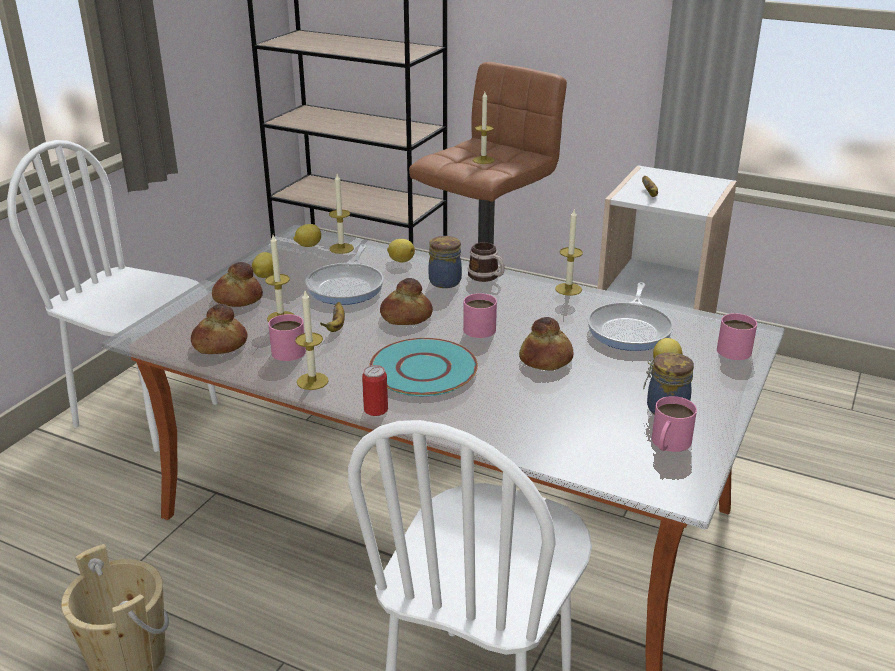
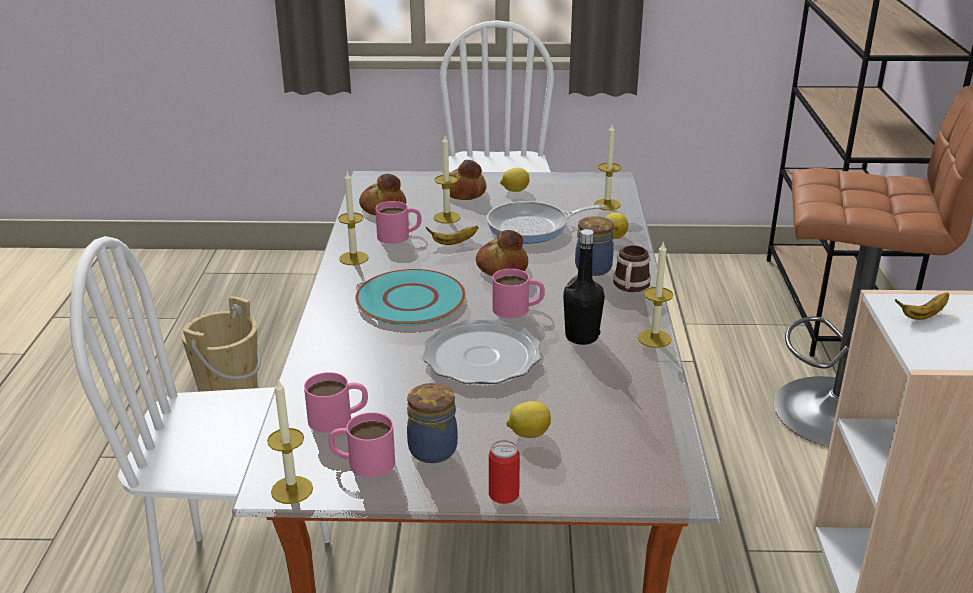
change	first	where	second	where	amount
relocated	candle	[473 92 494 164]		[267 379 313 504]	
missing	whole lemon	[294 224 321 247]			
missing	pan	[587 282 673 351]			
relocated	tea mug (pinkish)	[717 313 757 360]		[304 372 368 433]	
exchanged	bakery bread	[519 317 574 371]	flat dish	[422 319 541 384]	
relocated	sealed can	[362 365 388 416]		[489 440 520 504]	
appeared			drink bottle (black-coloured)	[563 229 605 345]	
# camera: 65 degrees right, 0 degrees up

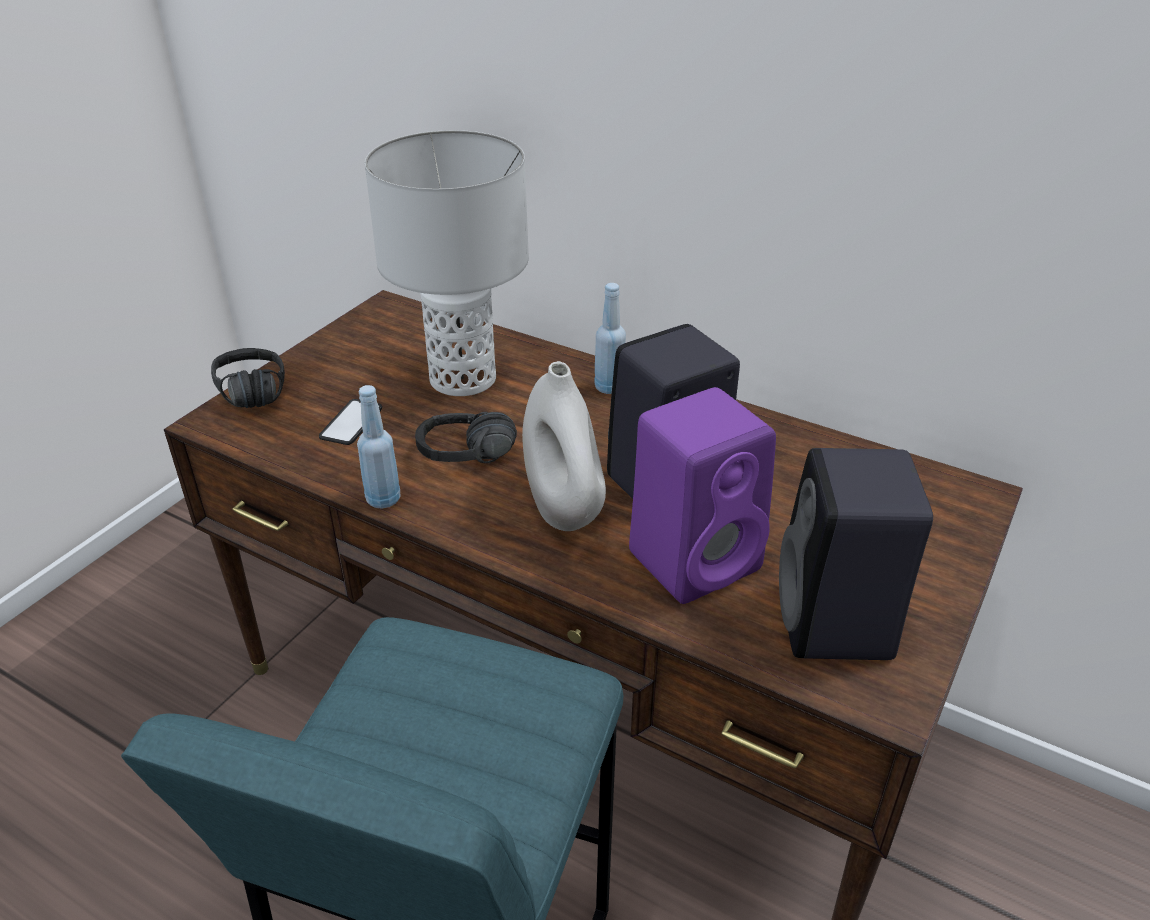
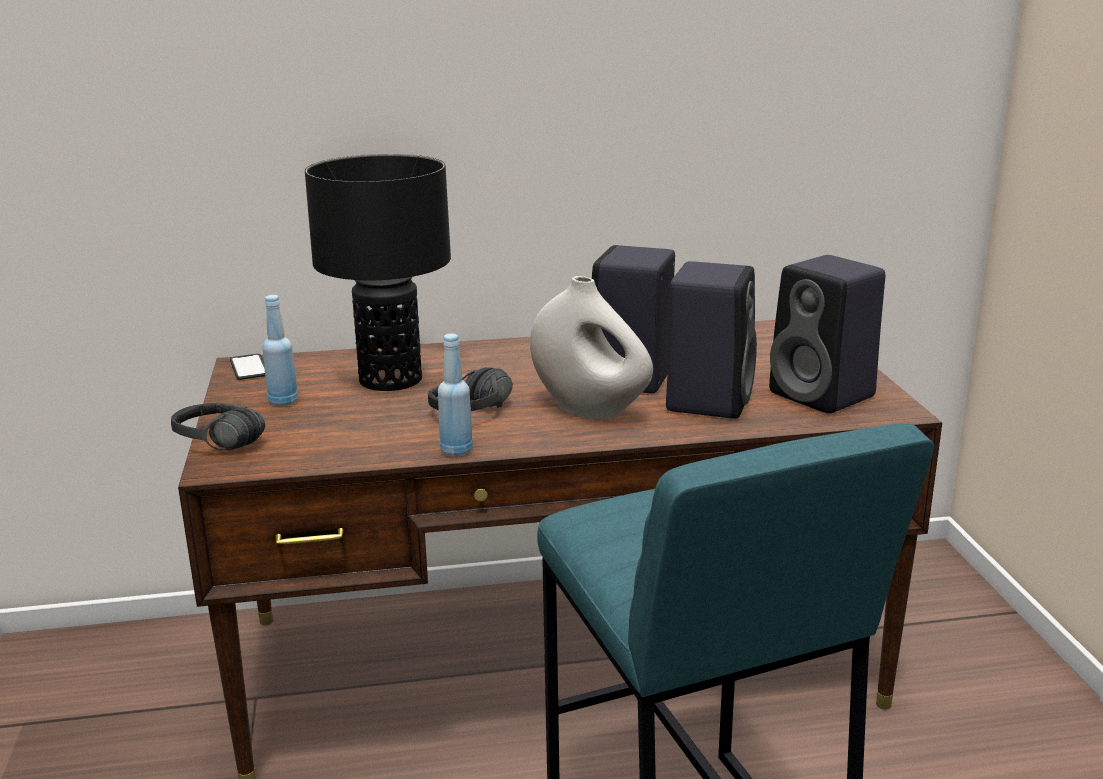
change	first	where	second	where	amount
colour	lamp for a table (white-coloured)	[365 130 529 396]	lamp for a table (black-coloured)	[305 154 451 391]	
relocated	drink bottle (blue-coloured)	[594 283 626 394]		[262 295 298 406]	
colour	speaker (purple-coloured)	[629 387 776 604]	speaker (black-coloured)	[666 261 757 419]	
relocated	phone	[319 399 382 445]		[230 354 265 380]	
# camera: 40 degrees left, 15 degrees down

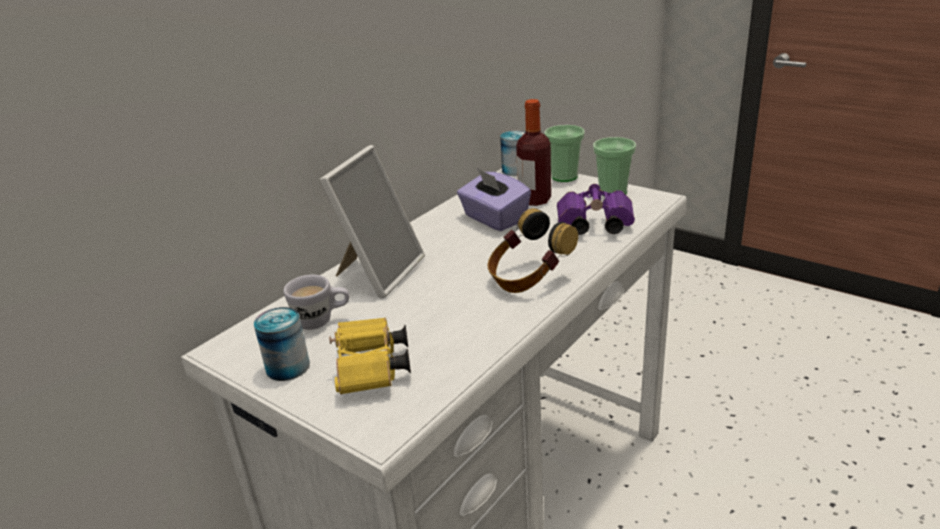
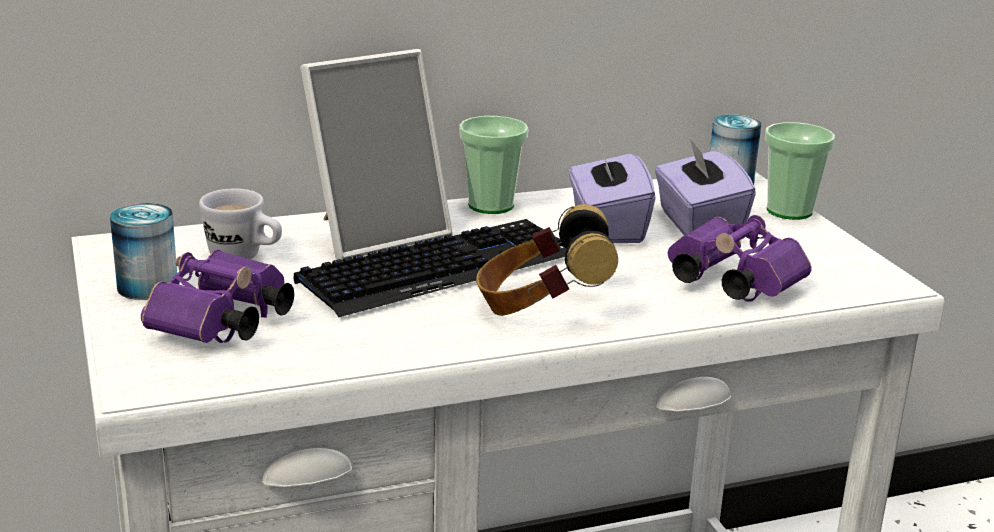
change	first	where	second	where	amount
exchanged	drink bottle	[516 99 551 206]	tissue box (purple-coloured)	[655 136 756 236]	
relocated	drinking cup	[593 137 636 196]		[459 116 529 214]	
colour	binoculars (yellow)	[329 317 411 395]	binoculars (purple-coloured)	[141 250 294 343]	
appeared			computer keyboard	[294 219 567 317]	
# camera: 30 degrees right, 5 degrees down

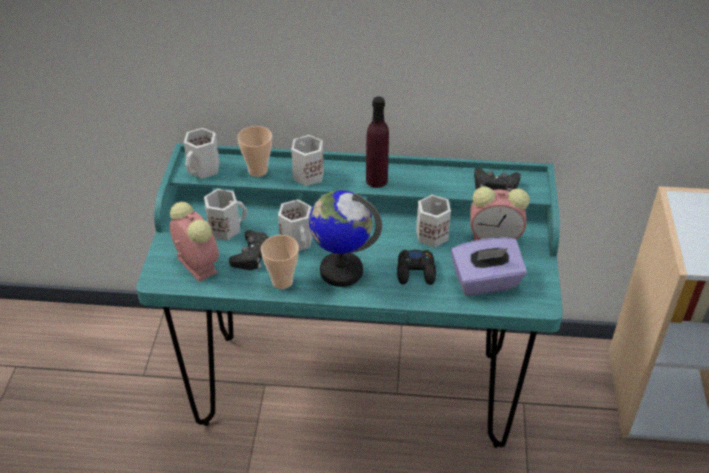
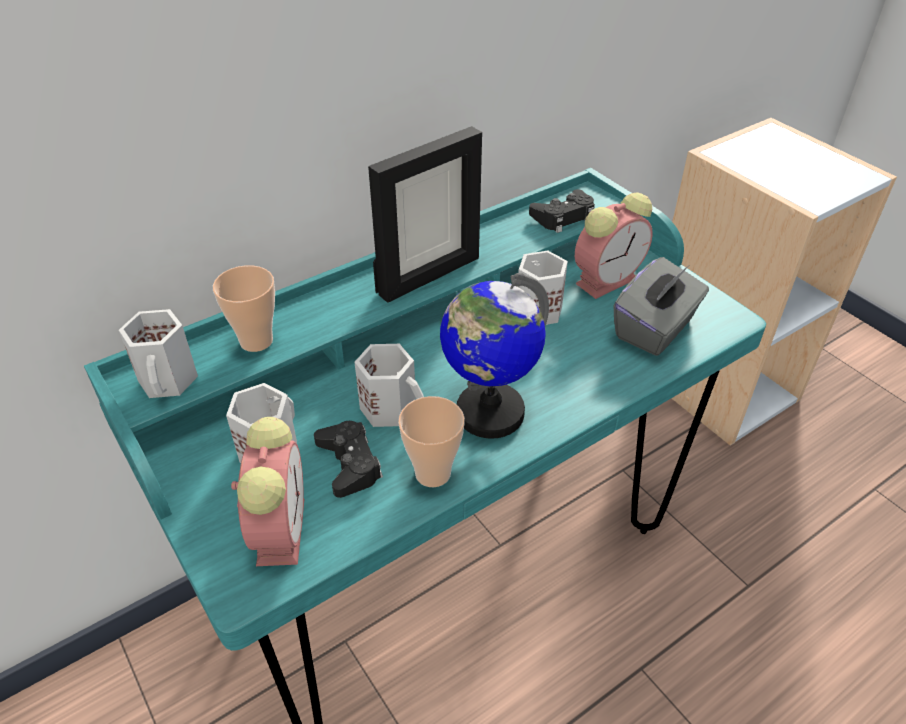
change	first	where	second	where	amount
exchanged	drink bottle (purple-coloured)	[366 96 389 188]	standing frame	[368 126 482 303]	
missing	tea mug (white-coloured)	[291 135 324 186]			
spun	table clock	[170 202 219 282]		[231 417 305 566]	75 degrees clockwise
colour	tissue box (purple-coloured)	[451 237 527 296]	tissue box (gray)	[614 257 709 356]	
missing	joypad (black-coloured)	[397 250 436 285]			
# camera: 40 degrees left, 0 degrees up

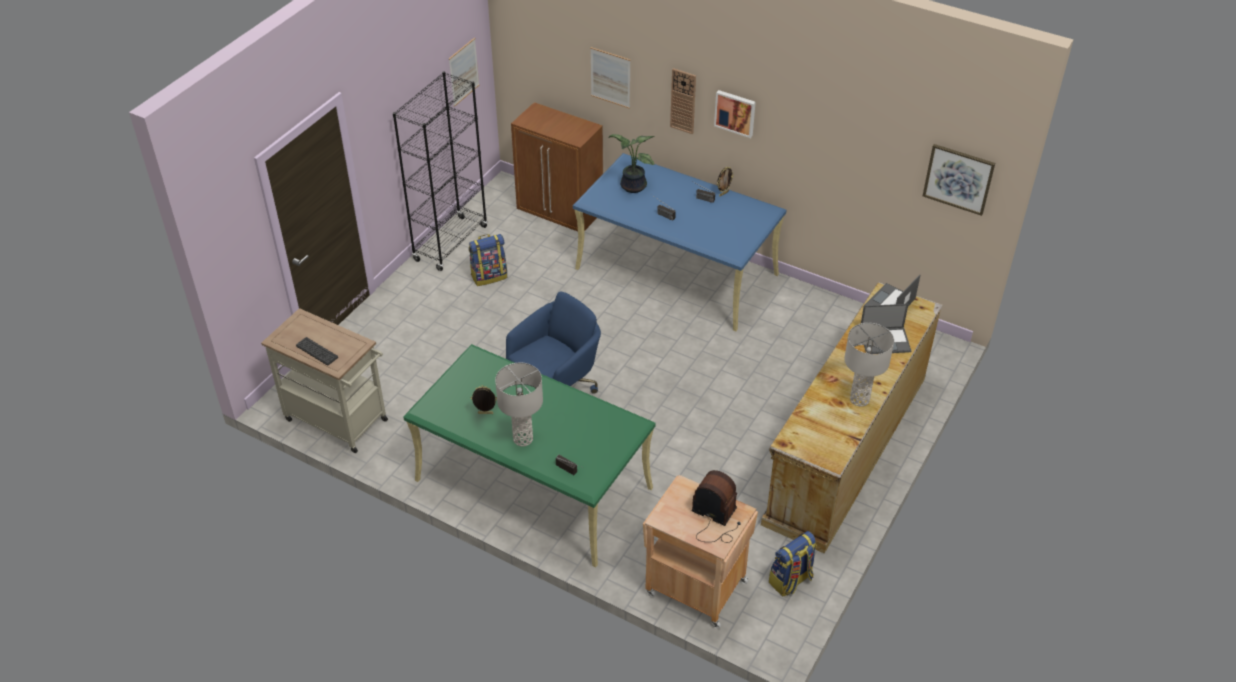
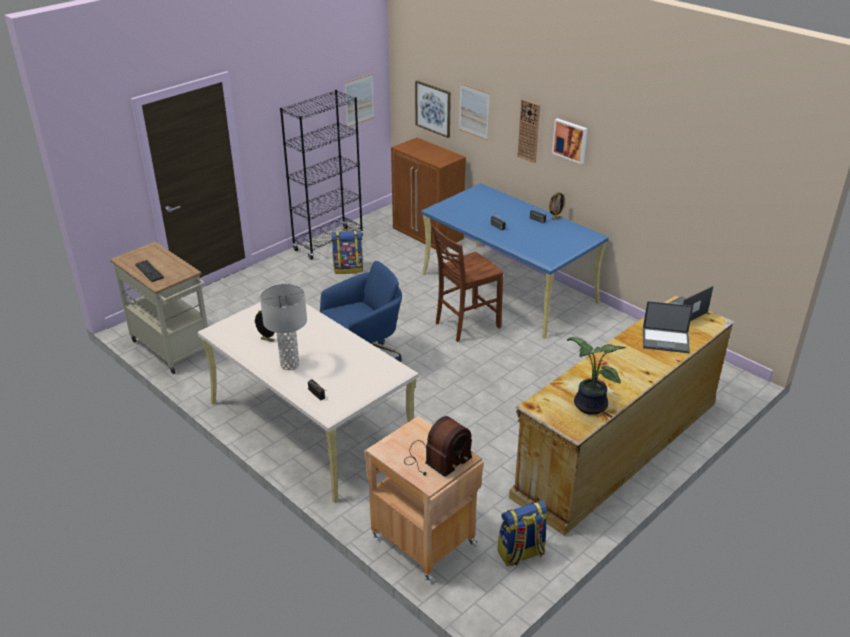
change	first	where	second	where	amount
relocated	houseplant	[608 134 655 193]		[567 337 627 415]	
relocated	picture	[923 144 995 216]		[415 80 451 138]	
missing	lamp for a table (white-coloured)	[844 323 894 406]			
colour	desk (green)	[403 344 656 567]	desk (beige-coloured)	[198 302 418 503]	
spun	radio set	[692 470 741 543]		[404 416 472 477]	90 degrees clockwise
appeared			upright chair (brown-coloured)	[431 224 504 342]	
# camera: 15 degrees right, 10 degrees down

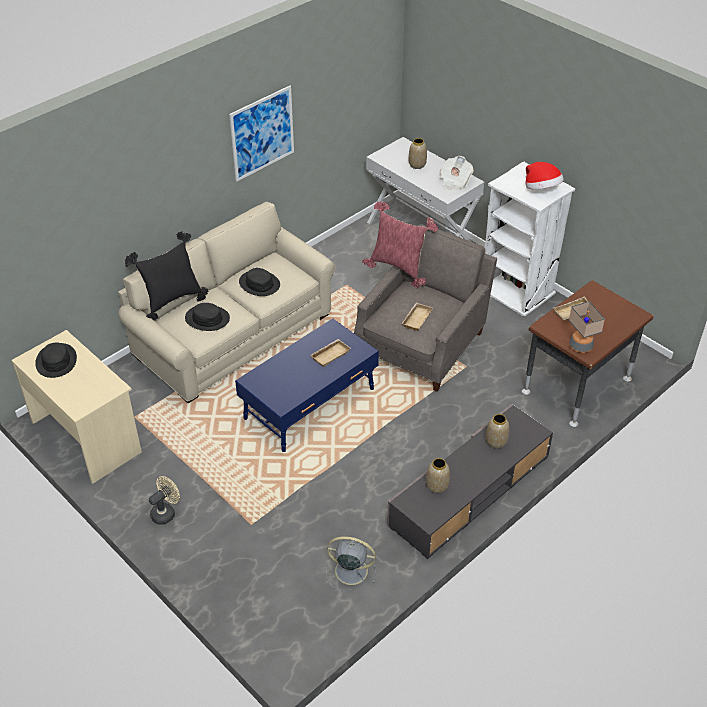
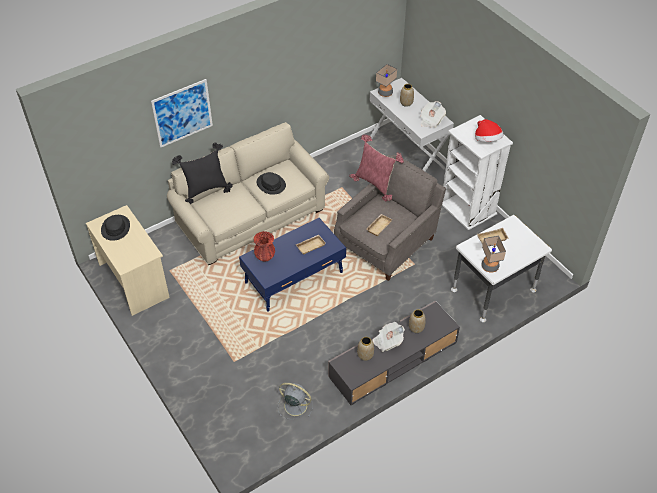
change	first	where	second	where	amount
relocated	picture	[229 86 294 182]		[151 79 213 148]	
colour	desk (brown-coloured)	[522 280 653 427]	desk (white-coloured)	[451 215 552 322]	
missing	hat (black-coloured)	[185 303 230 331]			
missing	fan (beige-coloured)	[149 476 180 525]			
appeared			lamp for a table	[376 64 397 97]	
appeared			vase (red)	[253 231 275 262]	
appeared			printed paper	[372 322 405 352]	
# camera: 10 degrees right, 5 degrees up

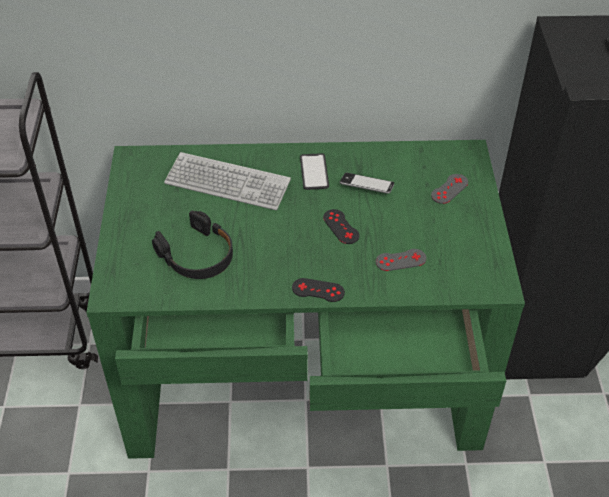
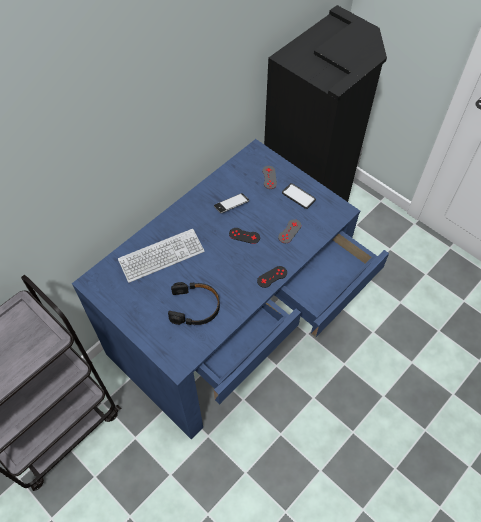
change	first	where	second	where	amount
colour	desk (green)	[86 140 525 459]	desk (blue-coloured)	[72 139 389 440]	
relocated	phone	[300 153 329 190]		[282 183 316 209]	
# camera: 45 degrees left, 10 degrees up

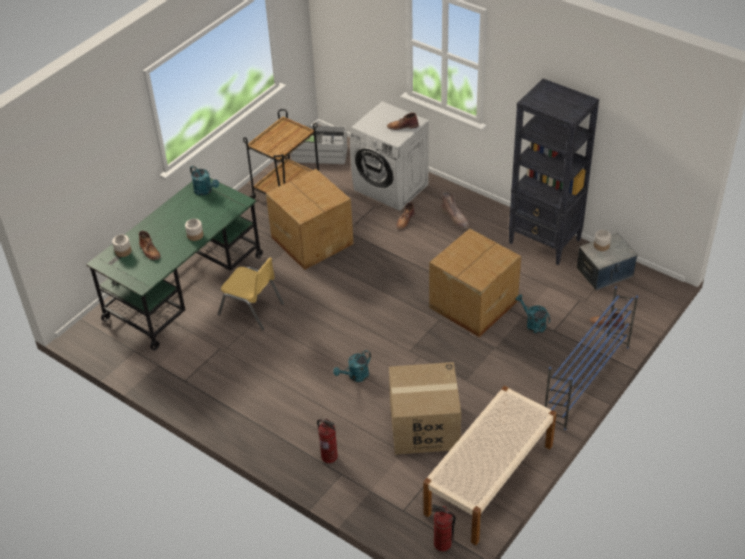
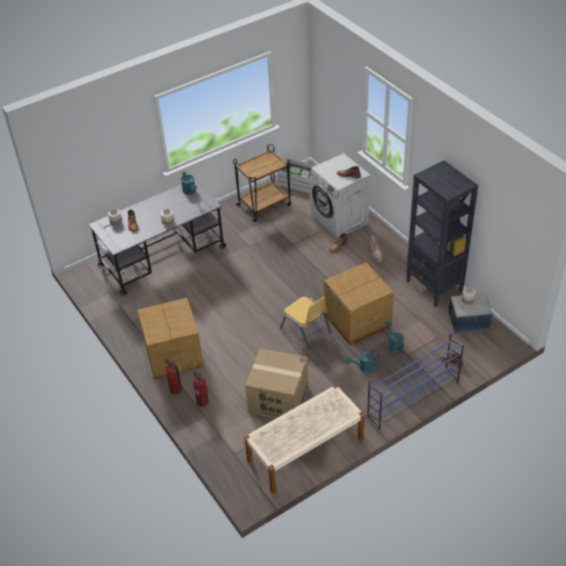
change	first	where	second	where	amount
relocated	carton	[266 169 354 270]		[137 298 204 380]	
colour	desk (green)	[86 178 263 351]	desk (gray)	[88 179 226 296]	
relocated	upright chair (yellow)	[218 258 284 330]		[280 296 331 350]	
relocated	watering pot (turquoise)	[333 350 371 382]		[346 350 379 373]	
relocated	extinguisher	[431 505 456 551]		[164 358 182 394]	
# camera: 20 degrees right, 0 degrees up

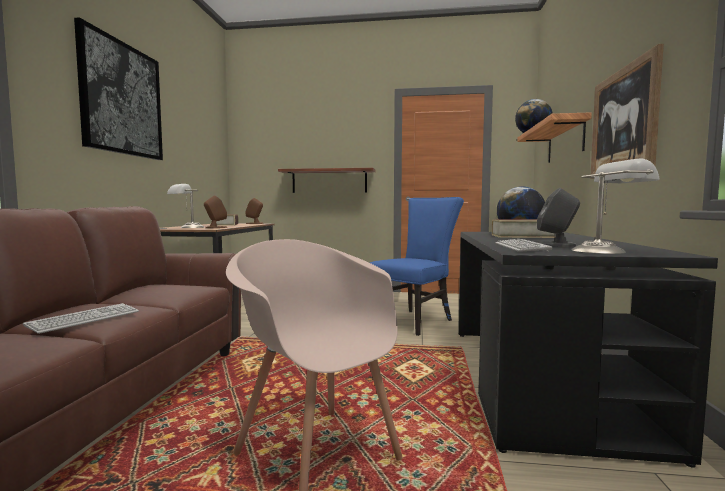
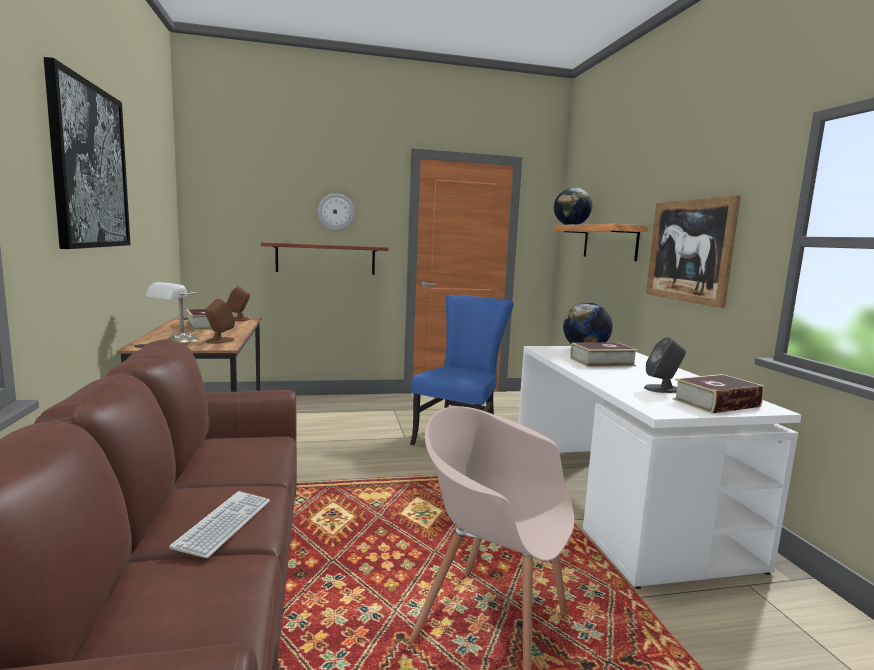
change	first	where	second	where	amount
exchanged	lamp for a table (white-coloured)	[572 159 660 254]	bound book	[673 374 764 414]	
colour	desk (black-coloured)	[458 232 718 468]	desk (white-coloured)	[518 346 801 589]	
missing	computer keyboard	[496 239 552 252]			
appeared			clock on the wall	[318 193 355 231]	
# camera: 20 degrees left, 5 degrees up

